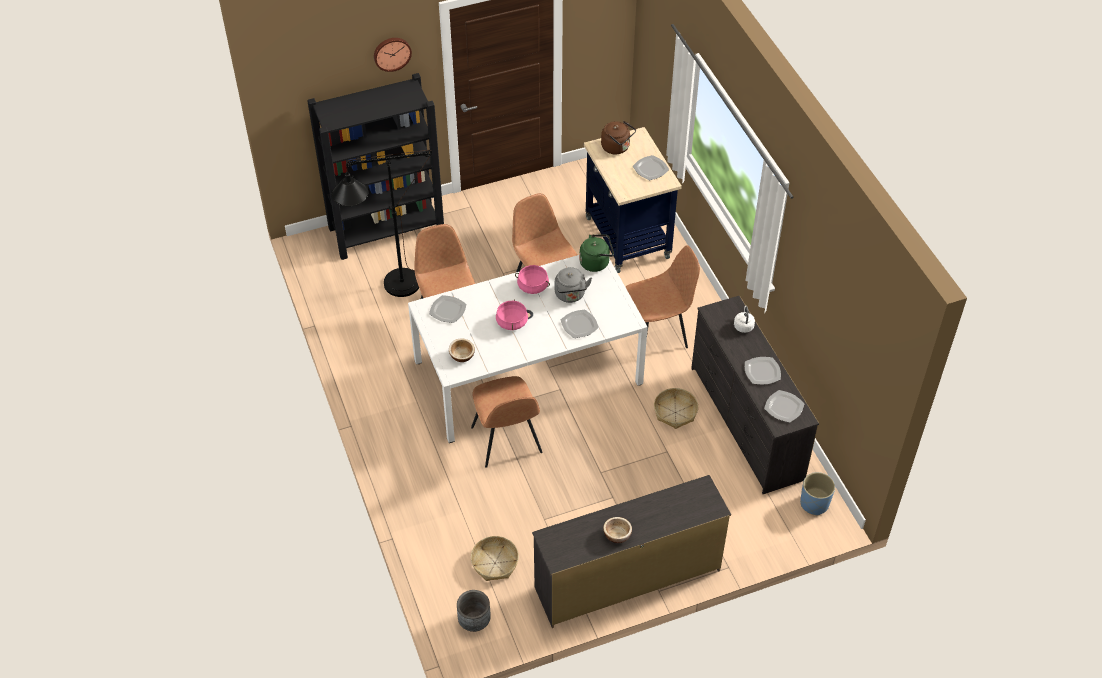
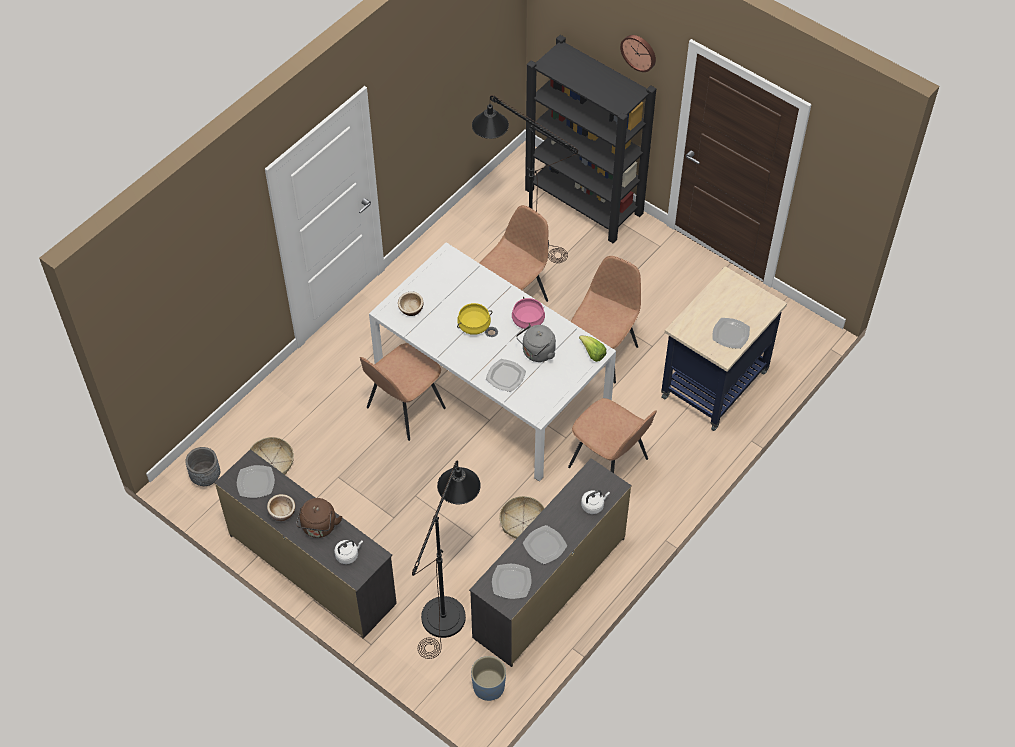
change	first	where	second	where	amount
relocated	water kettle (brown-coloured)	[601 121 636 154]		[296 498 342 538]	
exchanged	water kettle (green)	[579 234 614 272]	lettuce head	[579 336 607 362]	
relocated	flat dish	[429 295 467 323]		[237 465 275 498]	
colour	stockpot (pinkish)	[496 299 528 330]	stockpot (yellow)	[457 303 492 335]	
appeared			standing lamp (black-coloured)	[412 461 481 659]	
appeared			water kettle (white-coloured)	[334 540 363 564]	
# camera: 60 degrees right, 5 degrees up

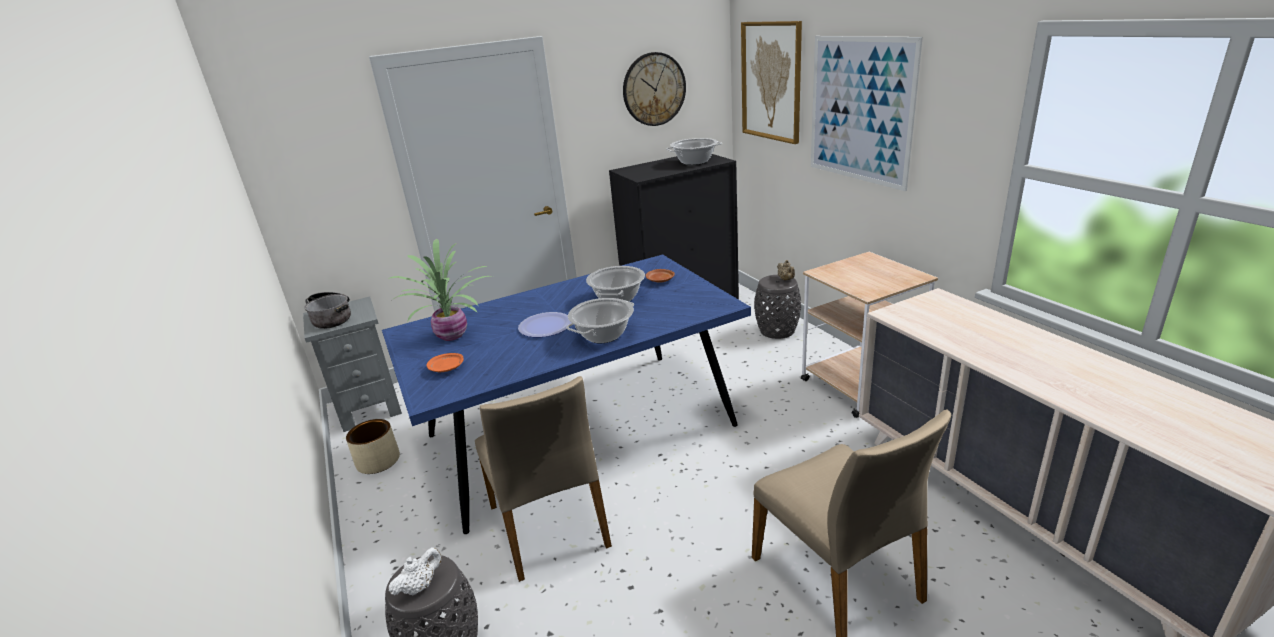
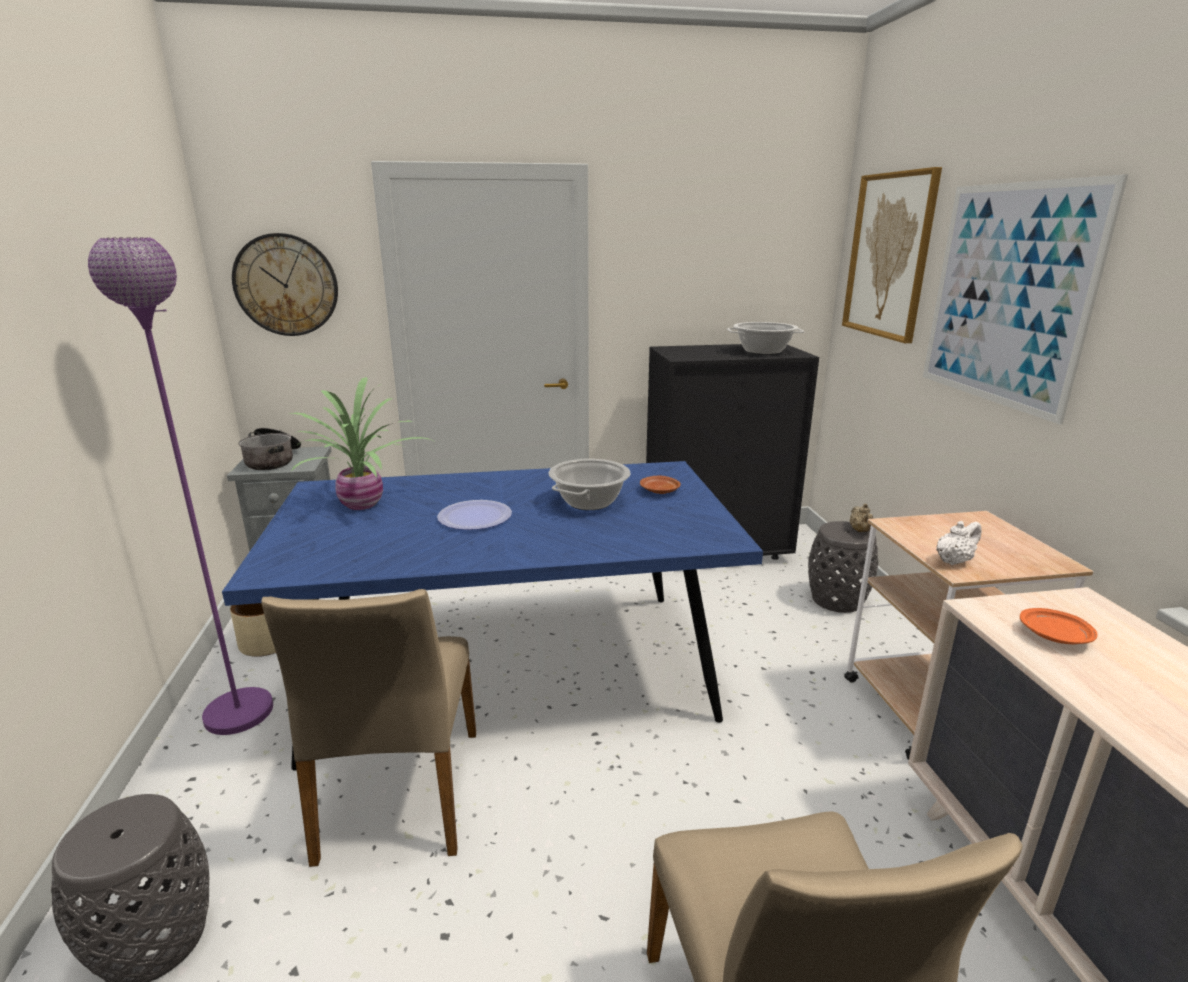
change	first	where	second	where	amount
relocated	clock on the wall	[623 52 686 126]		[232 233 338 336]	
missing	stockpot	[566 298 634 343]			
relocated	flat dish (orangey)	[427 353 464 372]		[1020 608 1098 644]	
relocated	teapot (white-coloured)	[389 547 442 595]		[936 521 982 565]	
appeared			standing lamp (purple-coloured)	[88 237 273 735]	
# camera: 15 degrees right, 5 degrees down

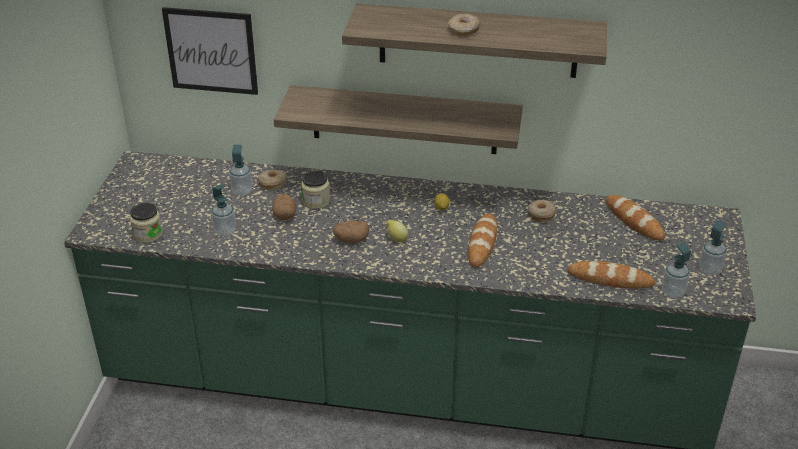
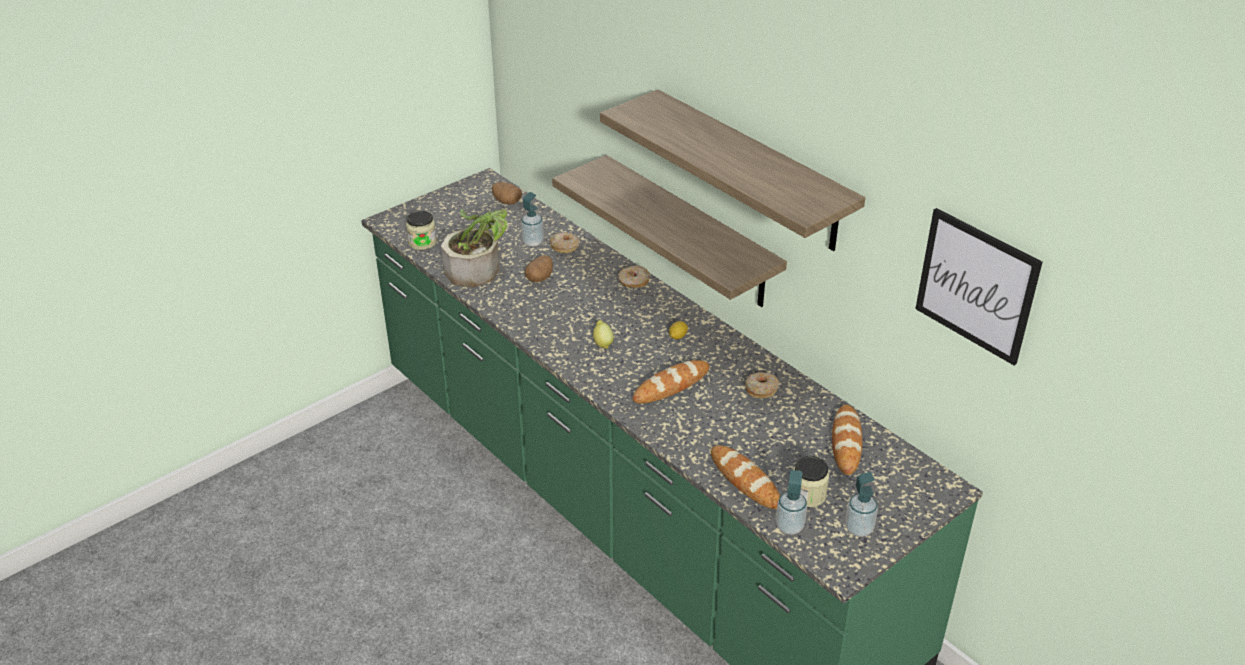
change	first	where	second	where	amount
relocated	picture	[162 7 258 95]		[915 208 1043 365]	
relocated	ring doughnut	[448 13 480 36]		[618 265 650 288]	
relocated	jar	[301 170 330 209]		[793 456 829 507]	
exchanged	soap dispenser	[212 184 236 237]	houseplant	[441 209 507 287]	
relocated	spud	[333 220 369 243]		[492 182 522 204]	
# camera: 40 degrees right, 0 degrees up

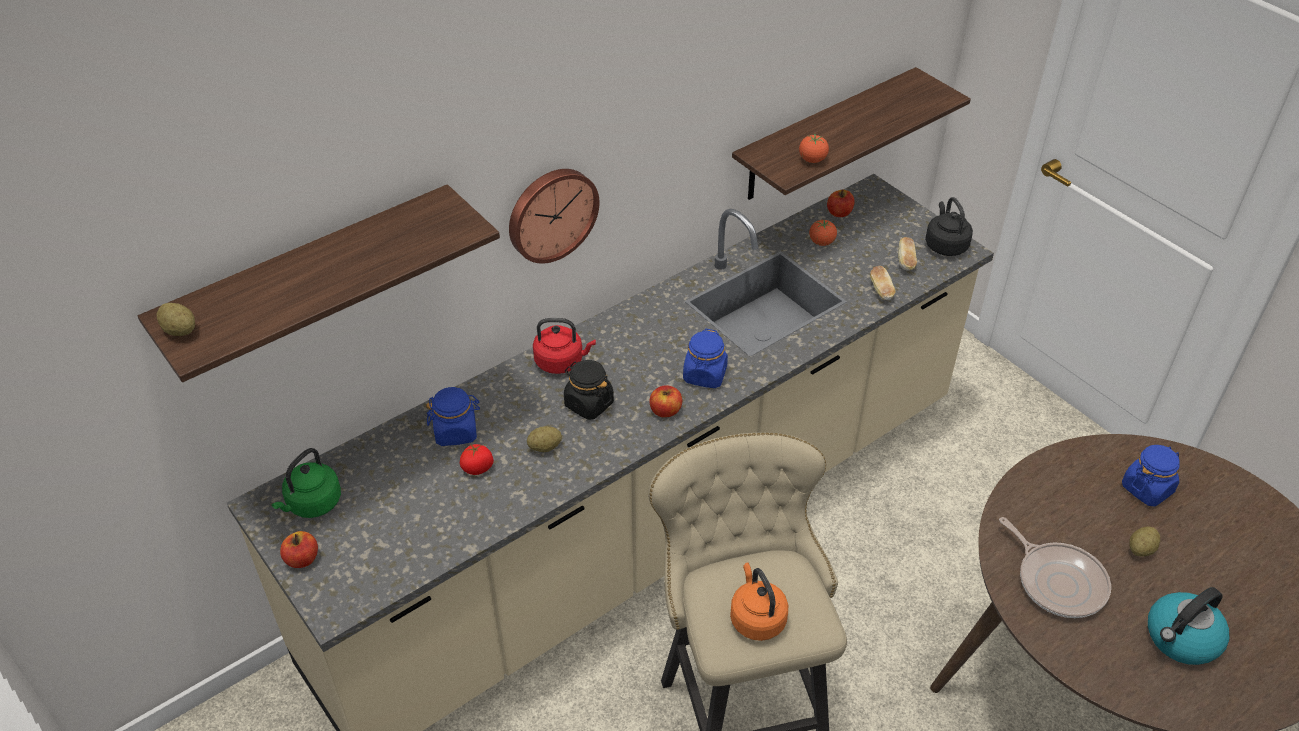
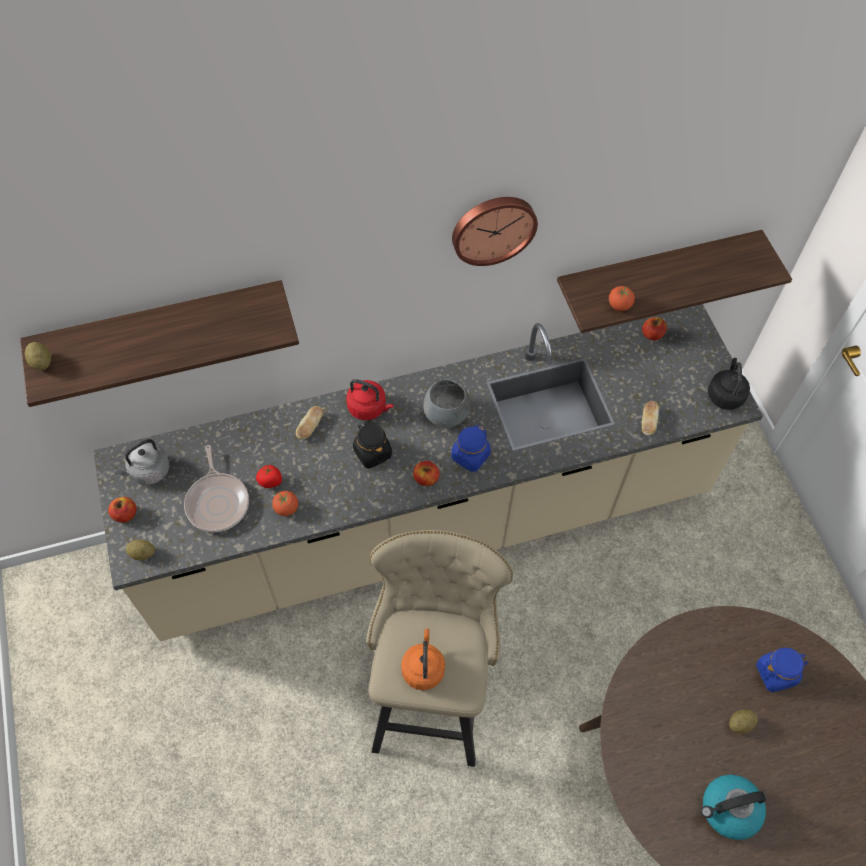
change	first	where	second	where	amount
relocated	clock on the wall	[509 169 599 264]		[452 197 538 266]	
relocated	whole tomato	[809 220 837 246]		[272 491 298 516]	
relocated	bakery bread	[898 237 917 271]		[296 406 323 439]	
missing	jar (blue-coloured)	[426 387 480 446]			
relocated	spud	[527 426 562 452]		[126 540 155 561]	
colour	water kettle (green)	[272 448 341 518]	water kettle (gray)	[113 439 169 485]	
relocated	pan	[999 517 1111 618]		[184 445 249 532]	
appeared			bowl (gray)	[423 379 471 428]	
# camera: 20 degrees right, 15 degrees up

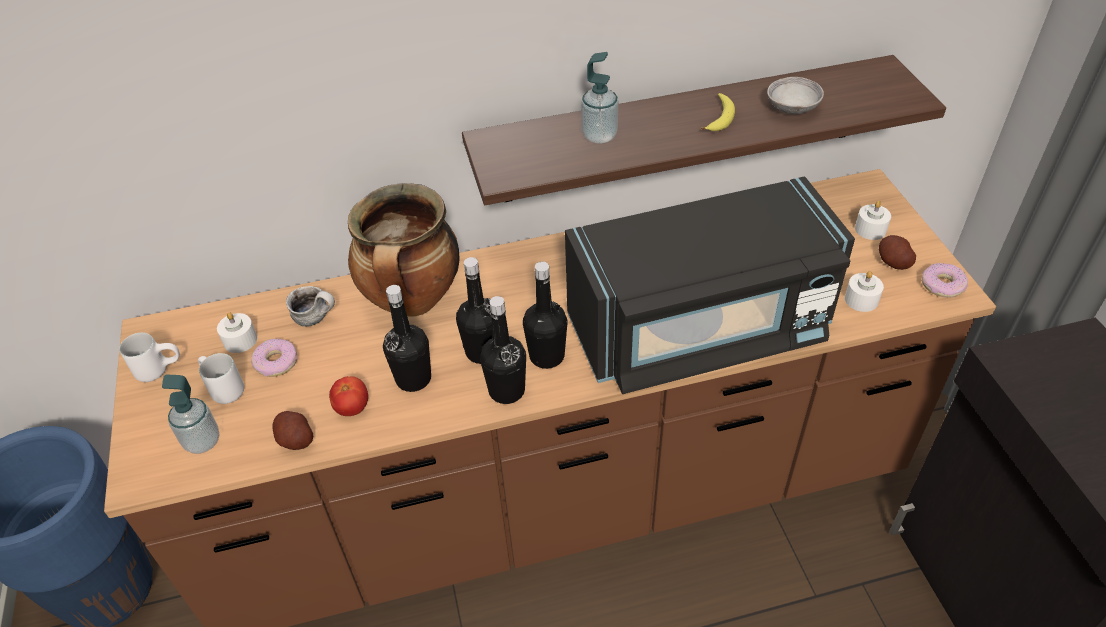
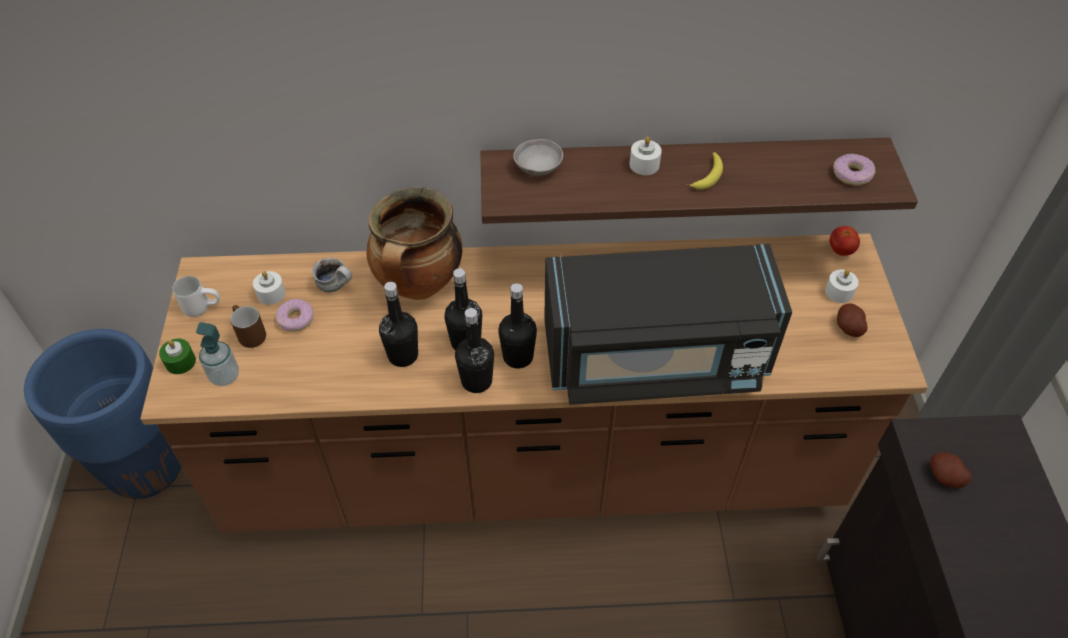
change	first	where	second	where	amount
missing	soap dispenser	[581 52 618 144]			
relocated	bowl (gray)	[767 77 824 114]		[513 139 563 175]	
relocated	ring doughnut	[922 263 968 298]		[833 154 875 186]	
relocated	candle (white-coloured)	[845 271 884 312]		[630 137 662 175]	
colour	tea mug (white-coloured)	[198 353 244 404]	tea mug (brown-coloured)	[231 305 266 348]	
relocated	whole tomato	[329 376 368 416]		[830 226 860 256]	
relocated	spud	[272 411 313 450]		[930 452 971 488]	
appeared			candle (green)	[159 339 196 374]	
# camera: 10 degrees right, 5 degrees up

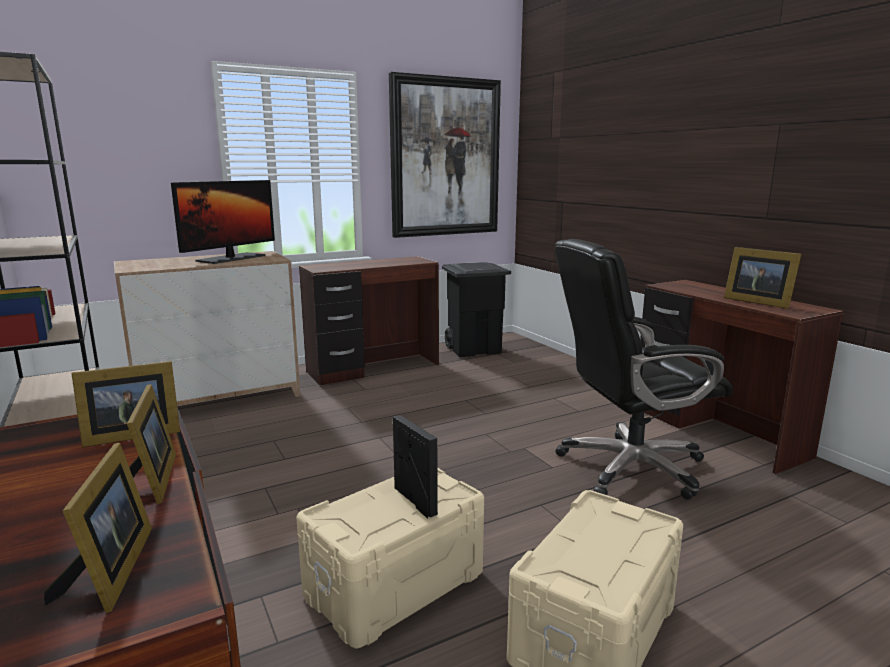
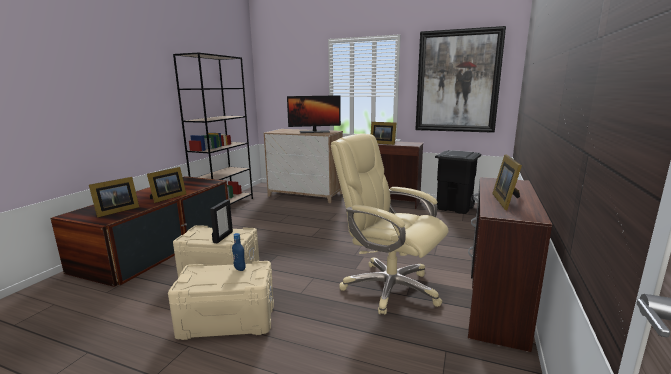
change	first	where	second	where	amount
colour	computer chair (black-coloured)	[555 239 733 500]	computer chair (beige-coloured)	[331 133 448 315]	
relocated	standing frame	[71 361 180 447]		[371 122 396 145]	
appeared			drink bottle (blue-coloured)	[232 233 246 271]	
# camera: 50 degrees right, 0 degrees up

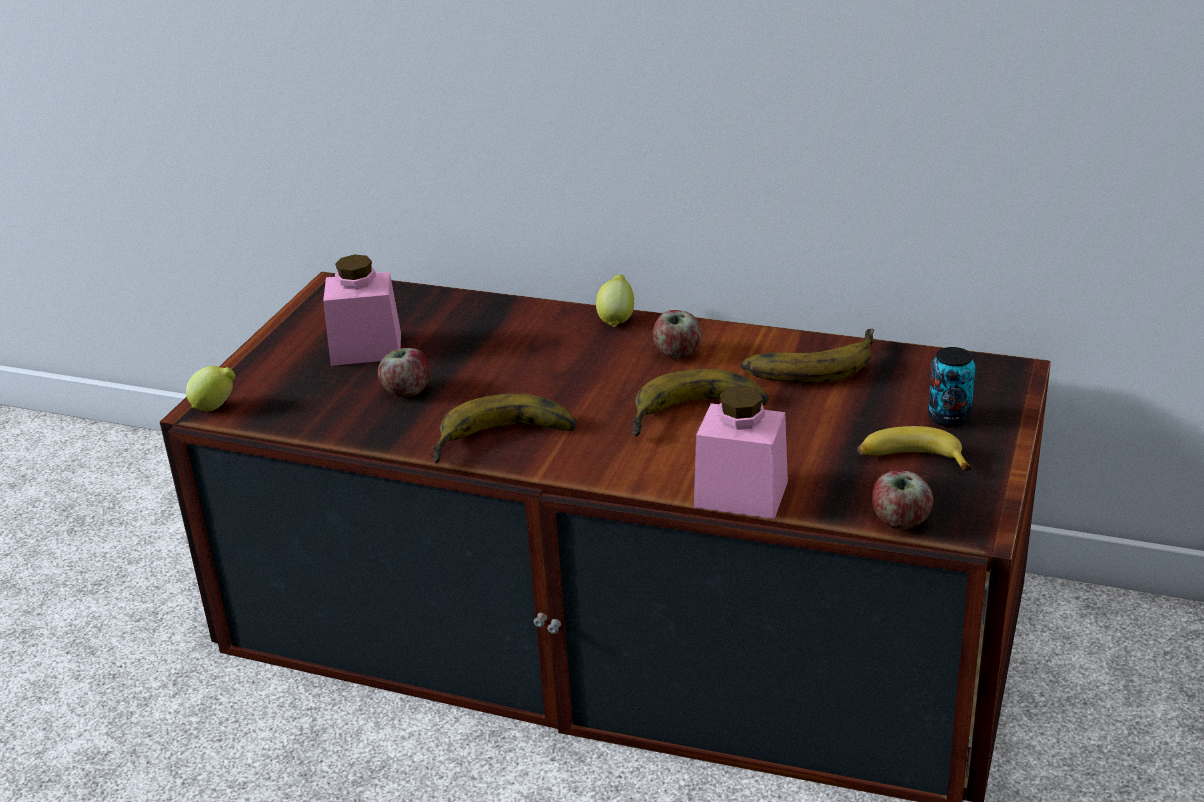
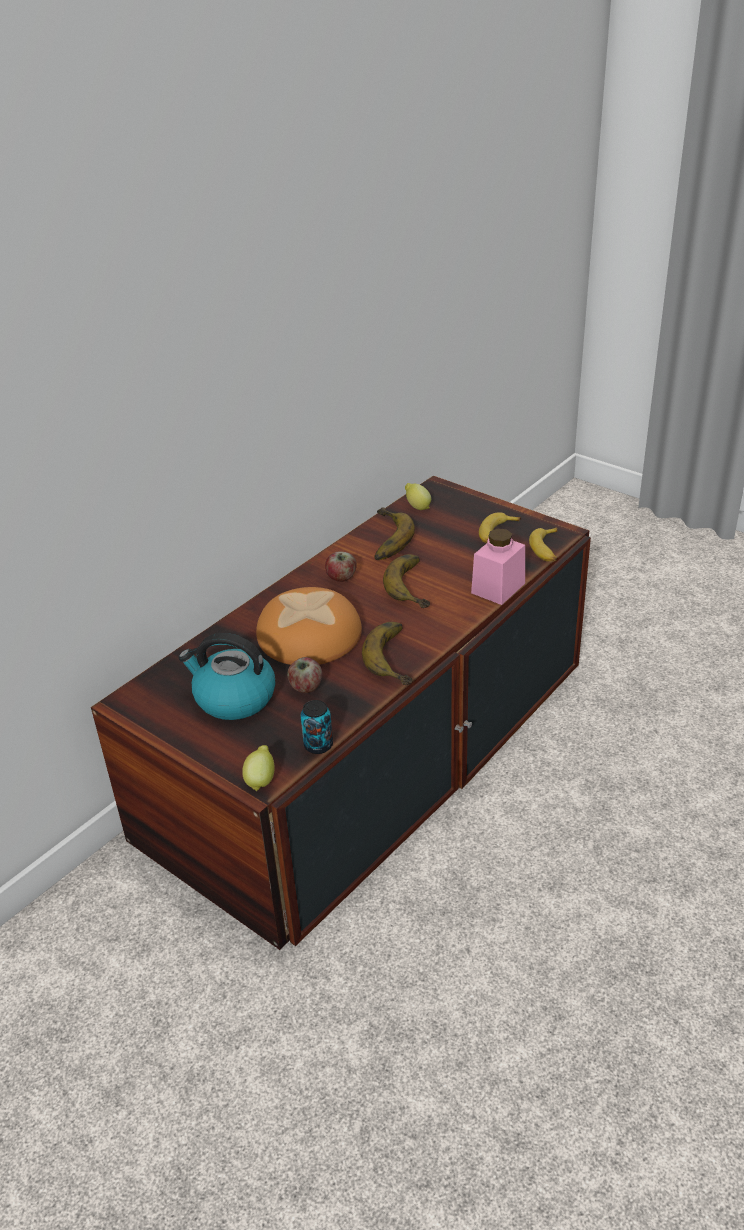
change	first	where	second	where	amount
exchanged	jar (pinkish)	[323 254 401 366]	water kettle	[178 633 276 720]	
relocated	whole lemon	[596 274 634 327]		[405 483 431 510]	
relocated	sealed can	[928 347 976 427]		[300 700 333 754]	
exchanged	apple fruit	[872 470 933 530]	banana fruit	[529 528 557 561]	
appeared			bakery bread	[256 587 362 665]	
# camera: 70 degrees left, 5 degrees up

